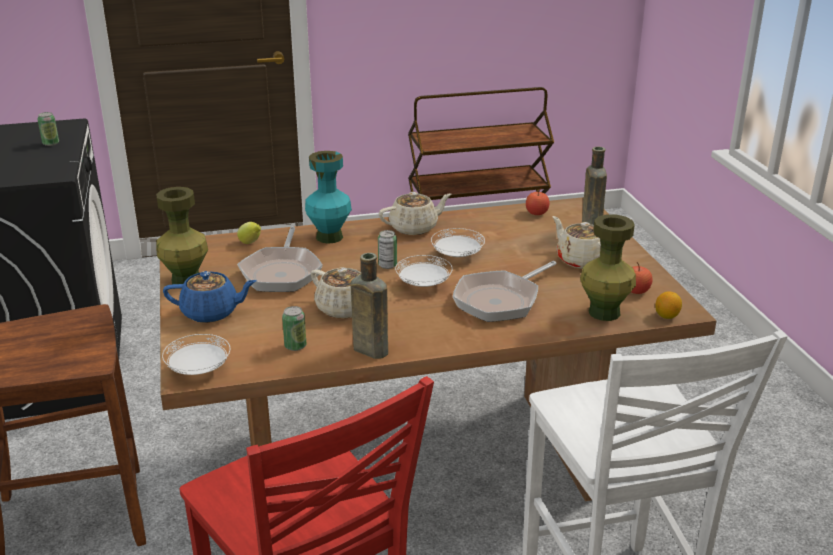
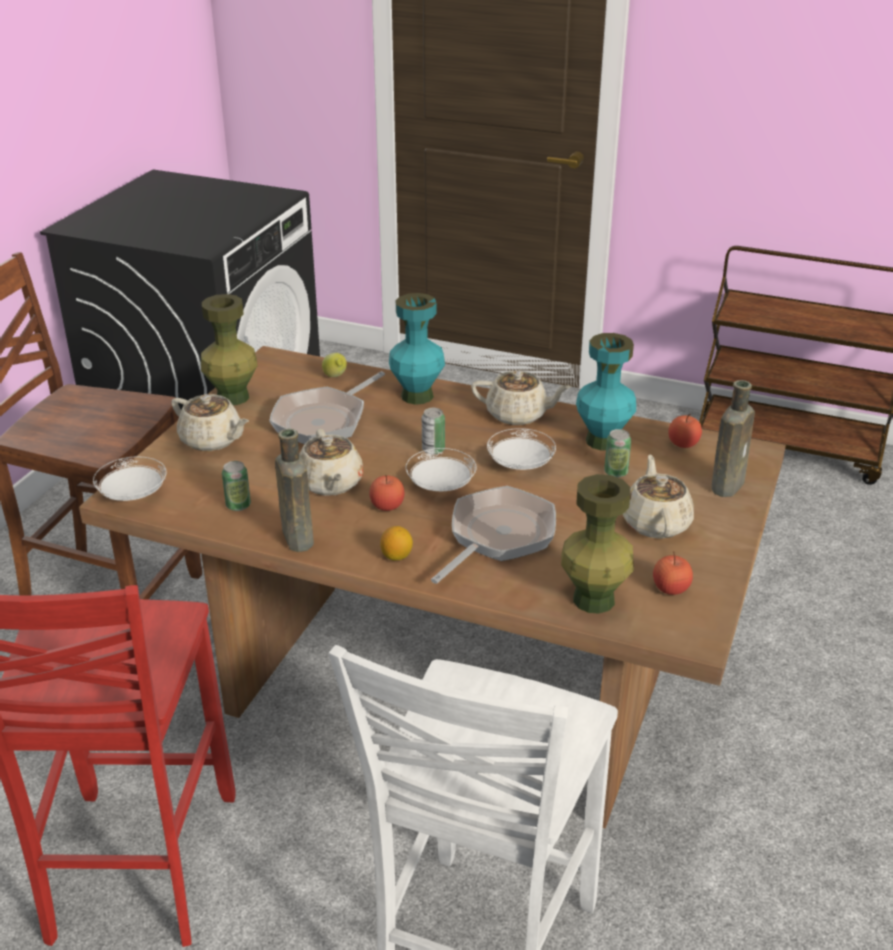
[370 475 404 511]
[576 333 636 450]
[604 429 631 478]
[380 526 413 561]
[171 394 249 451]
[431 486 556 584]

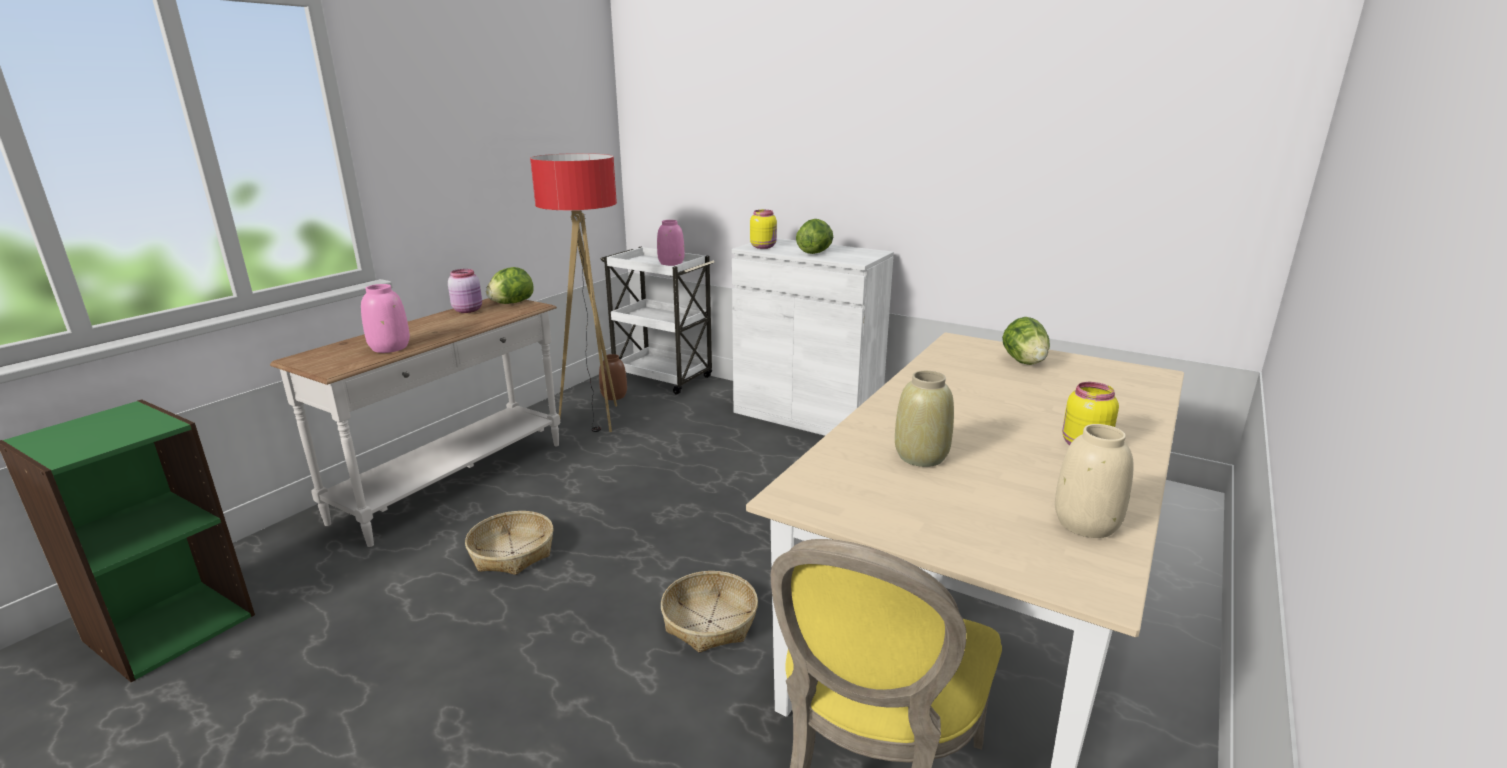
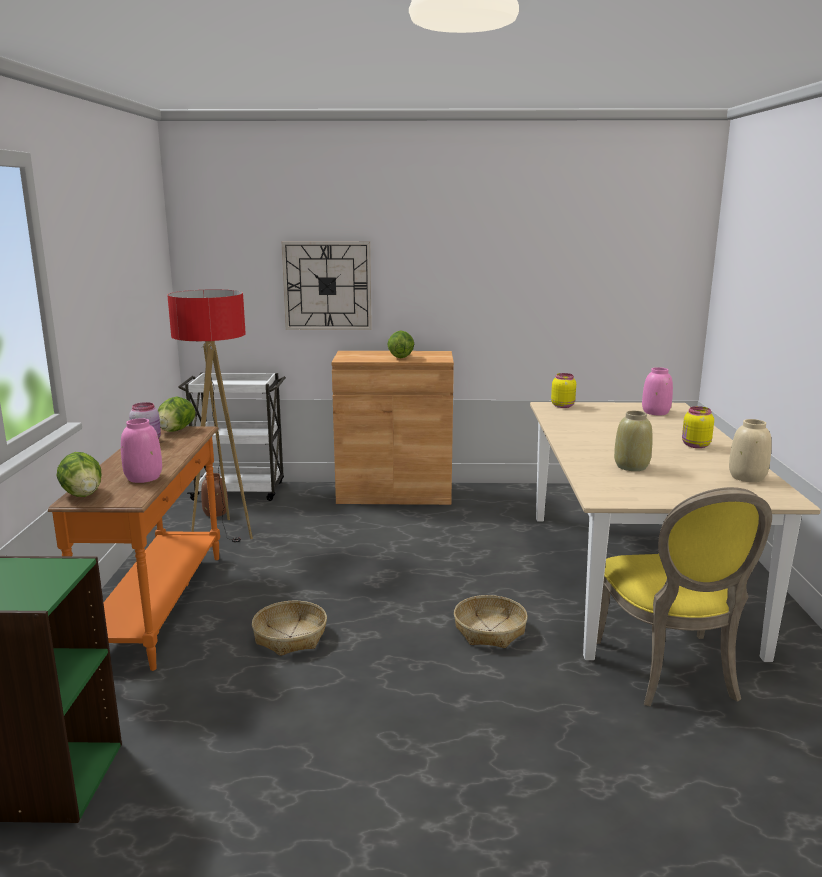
[282 241 372 330]
[642 367 673 415]
[551 373 576 408]
[56 452 102 497]
[48 426 220 671]
[332 351 454 505]

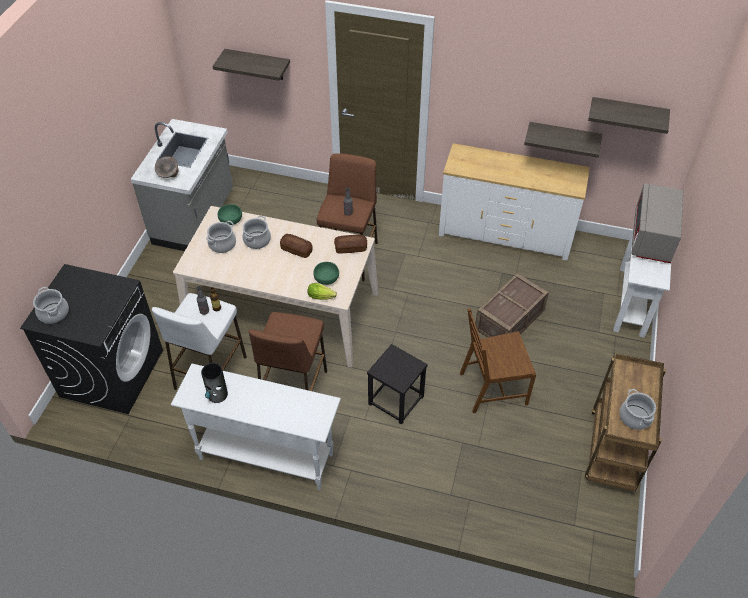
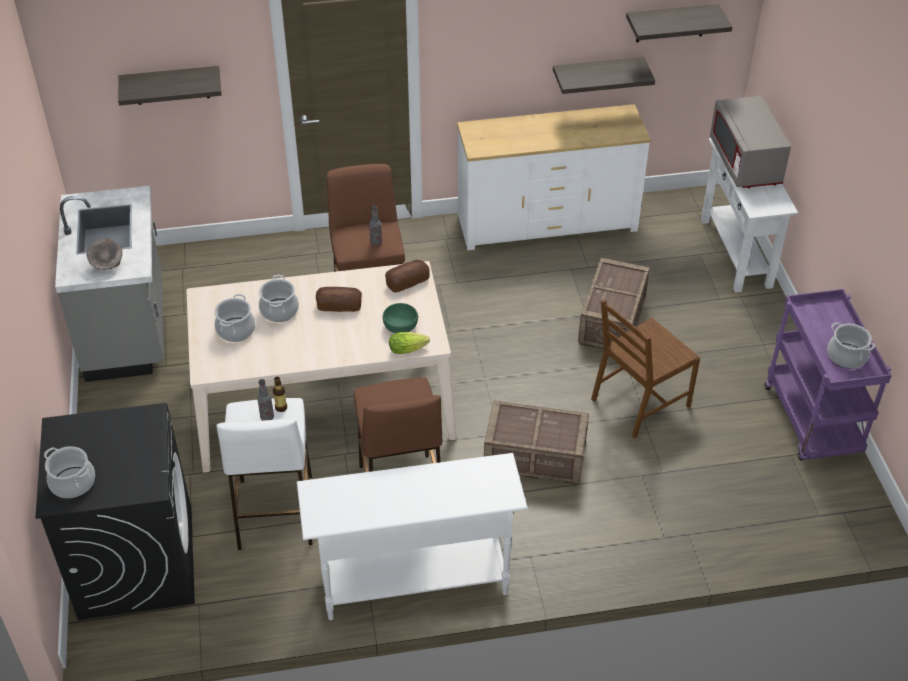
[201 363 228 403] (first image)
[218 204 242 225] (first image)
[484 400 589 485]
[765 289 892 461]

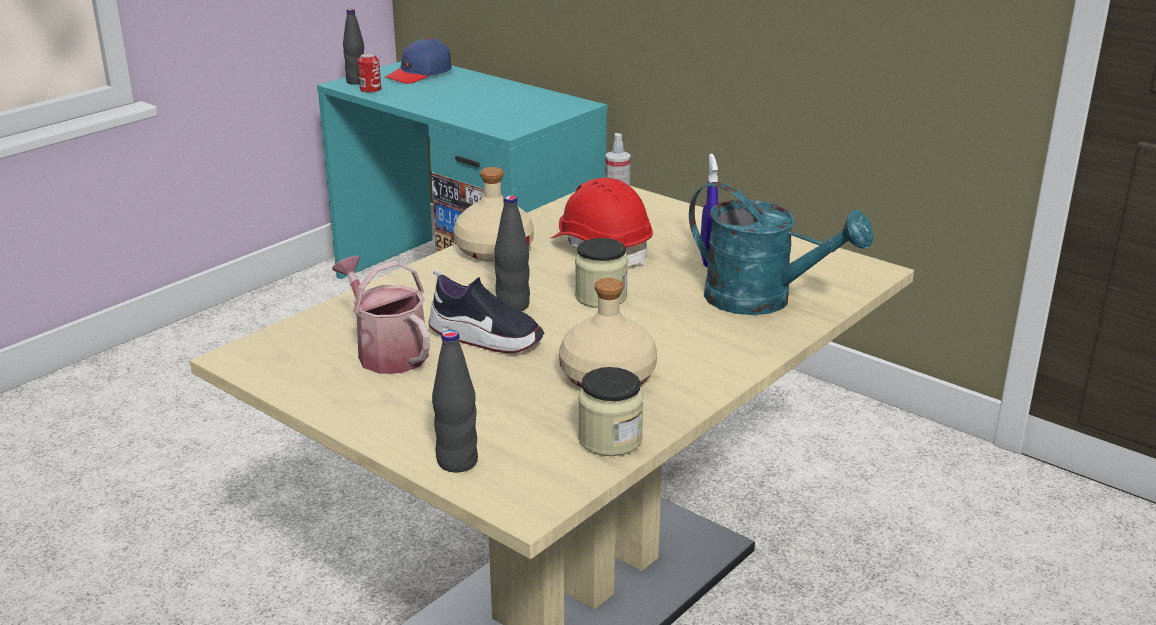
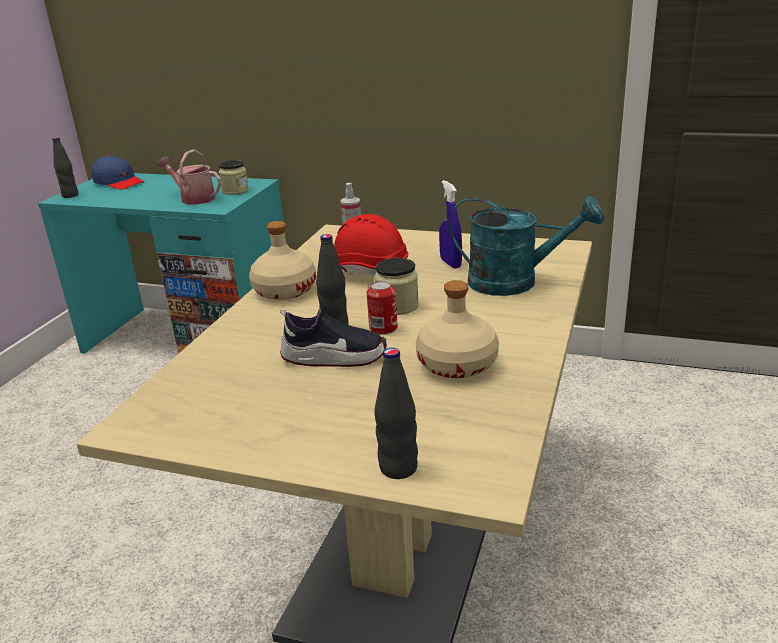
[157 149 221 205]
[367 281 398 335]
[219 160 249 195]
[91 155 144 189]

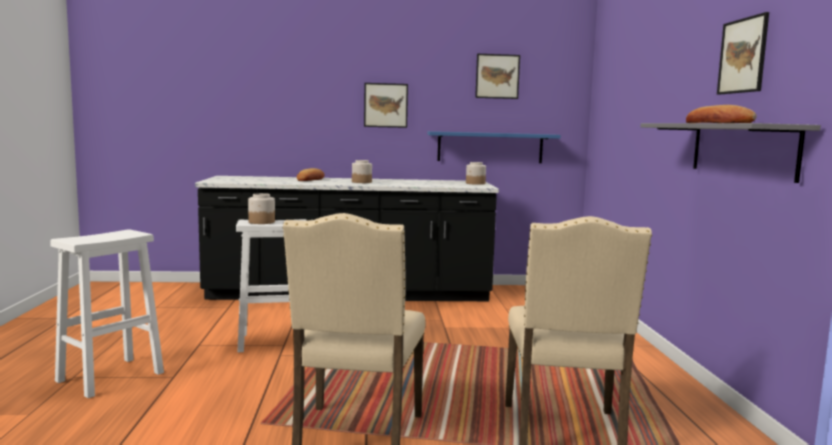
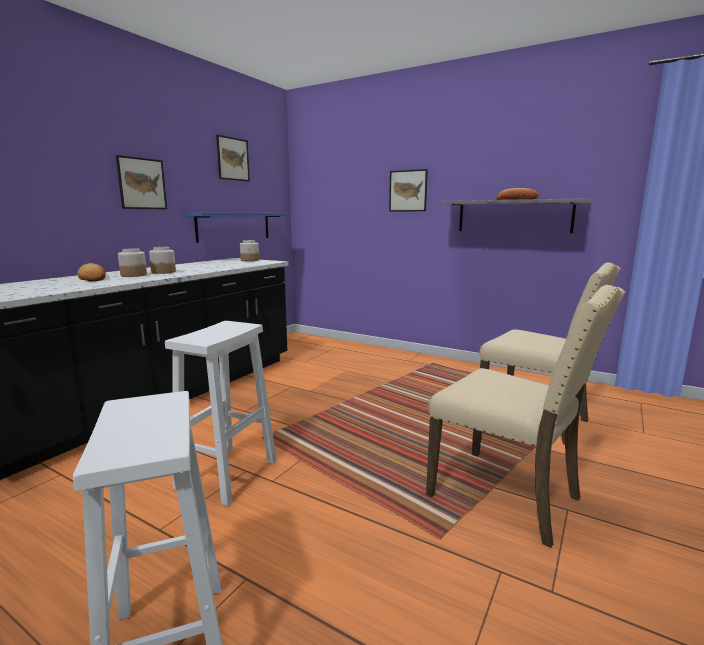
[118 248 147 277]
[389 169 428 211]

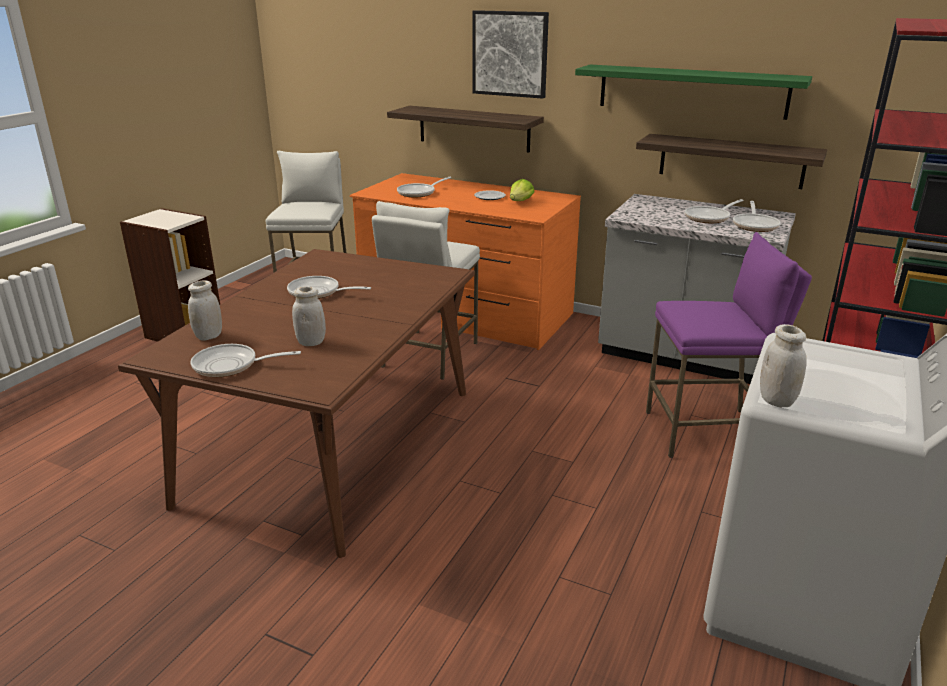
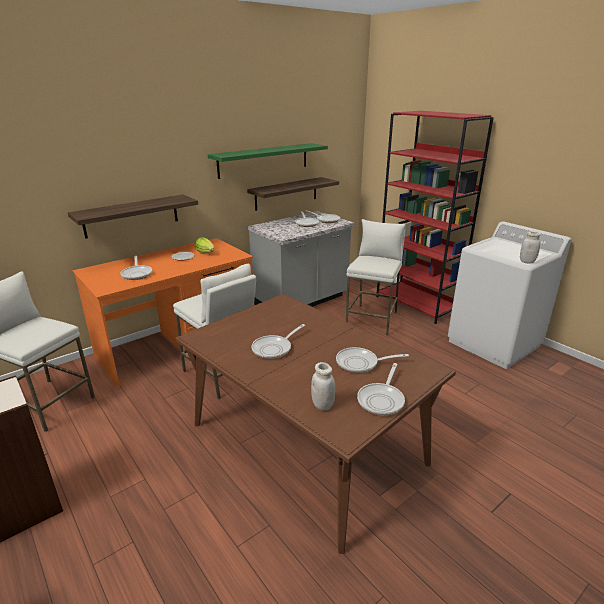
[473 10 549 99] (first image)
[336 347 409 373]
[346 219 405 335]

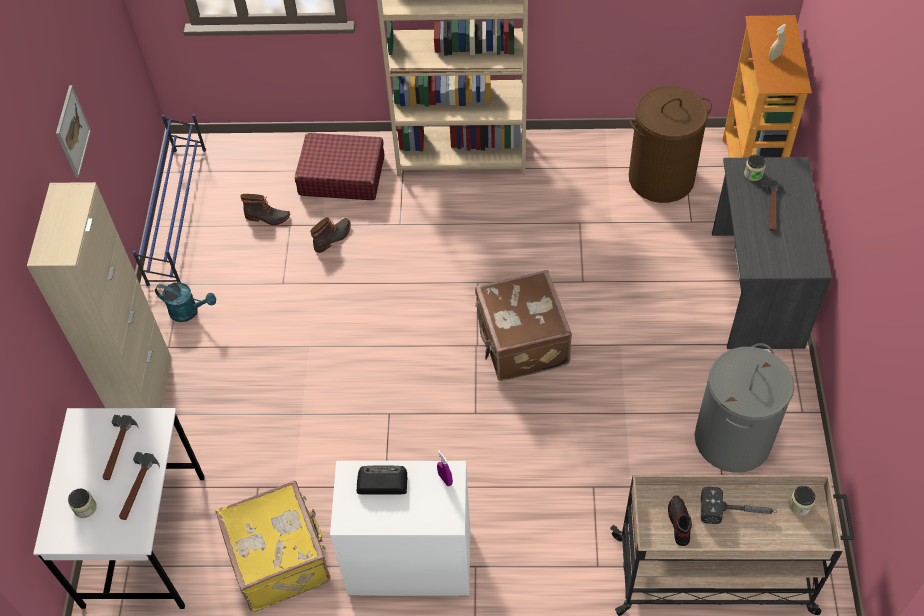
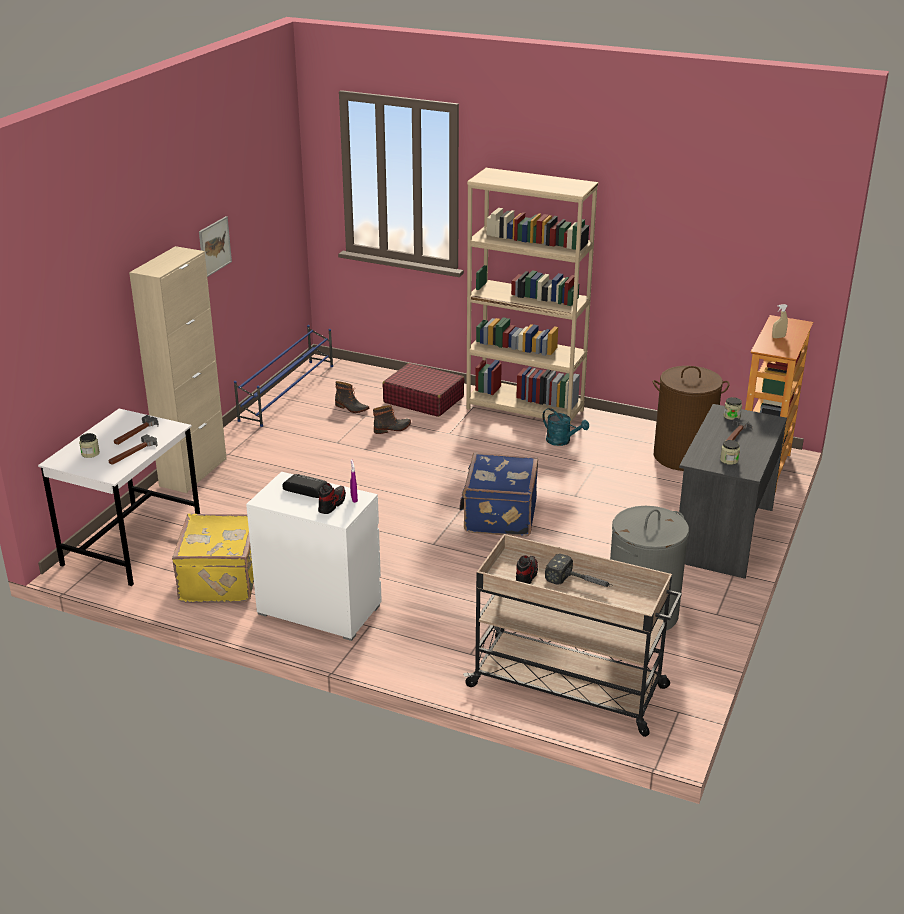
[318 483 346 514]
[542 408 589 446]
[720 440 740 465]
[459 453 538 537]

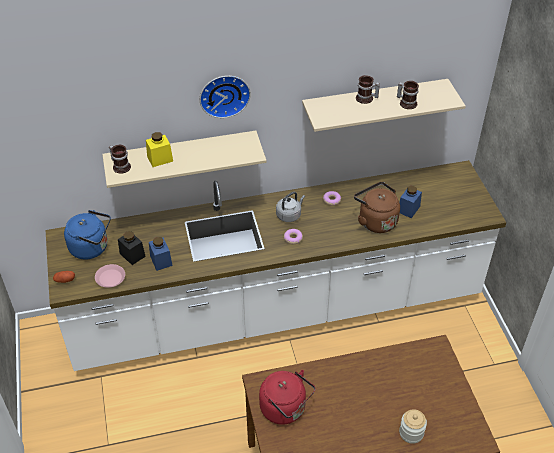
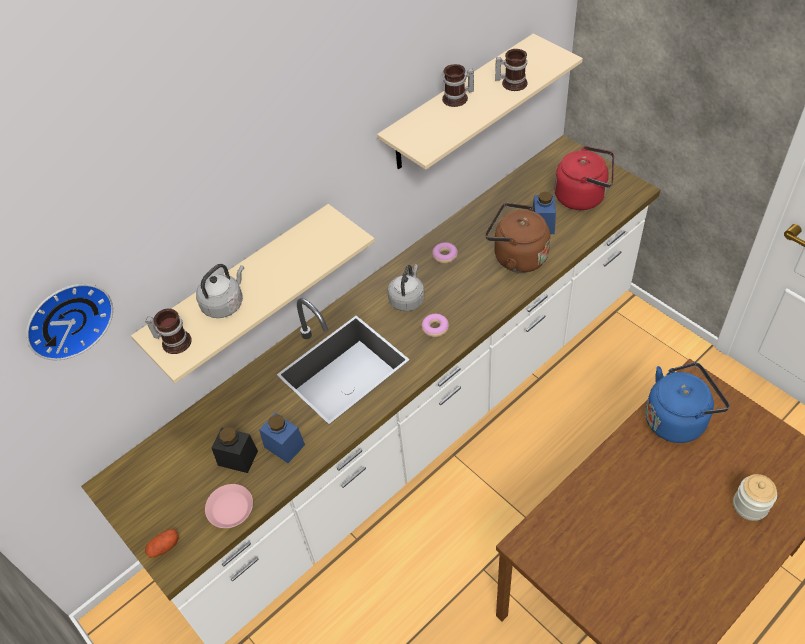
[645 362 729 443]
[26 284 113 360]
[554 146 614 210]
[196 264 244 318]

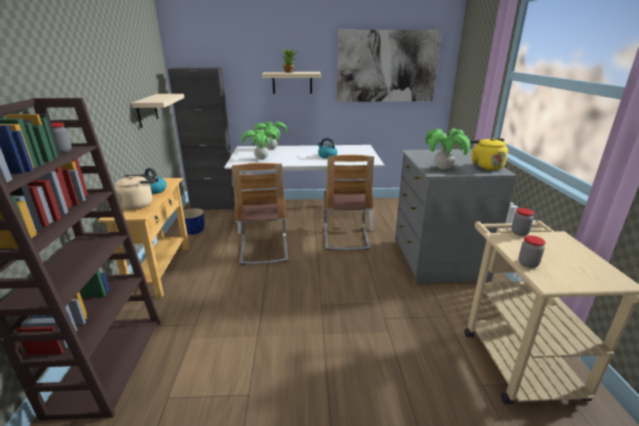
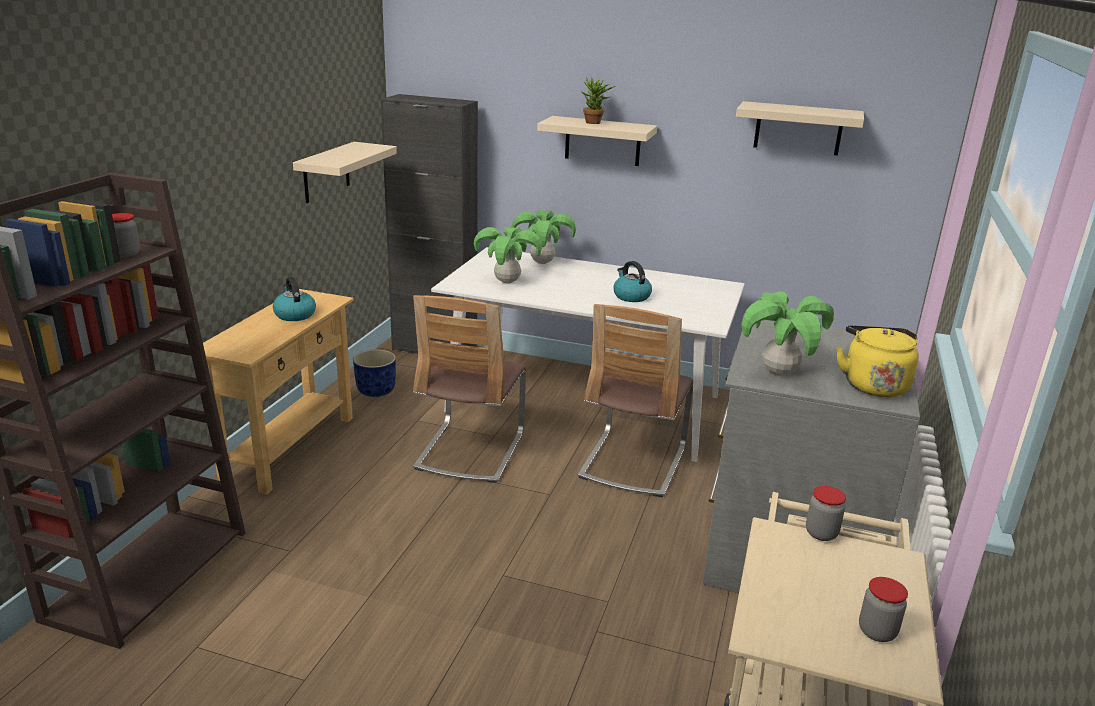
[115 174 156 210] (first image)
[859 577 908 642]
[736 101 864 155]

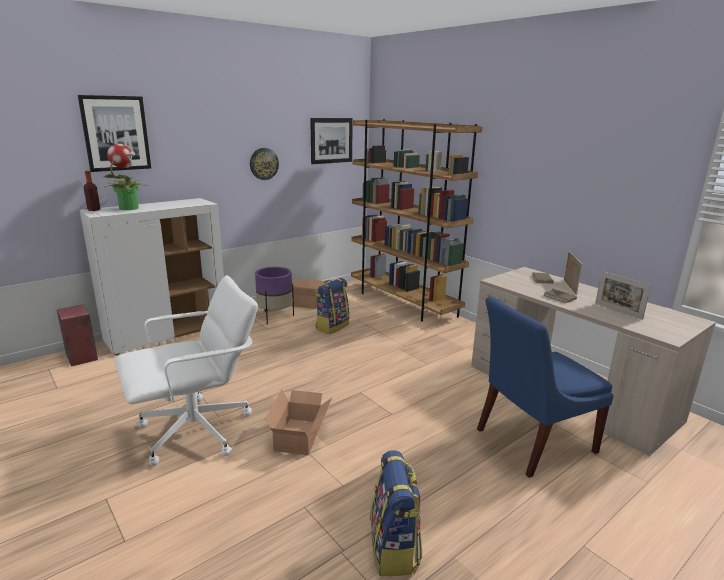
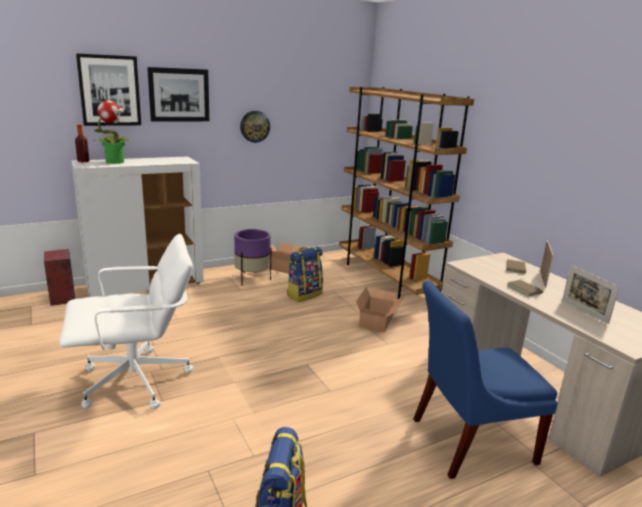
[356 286 404 332]
[147 67 209 122]

